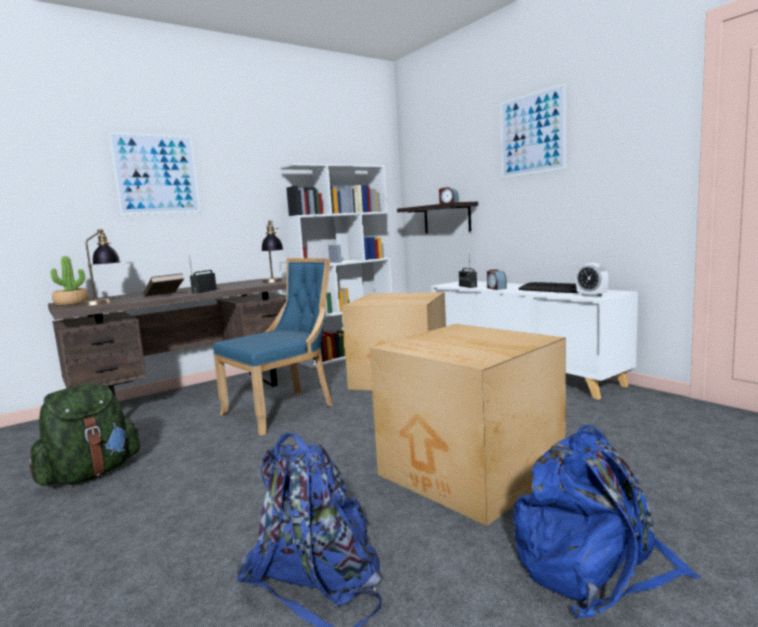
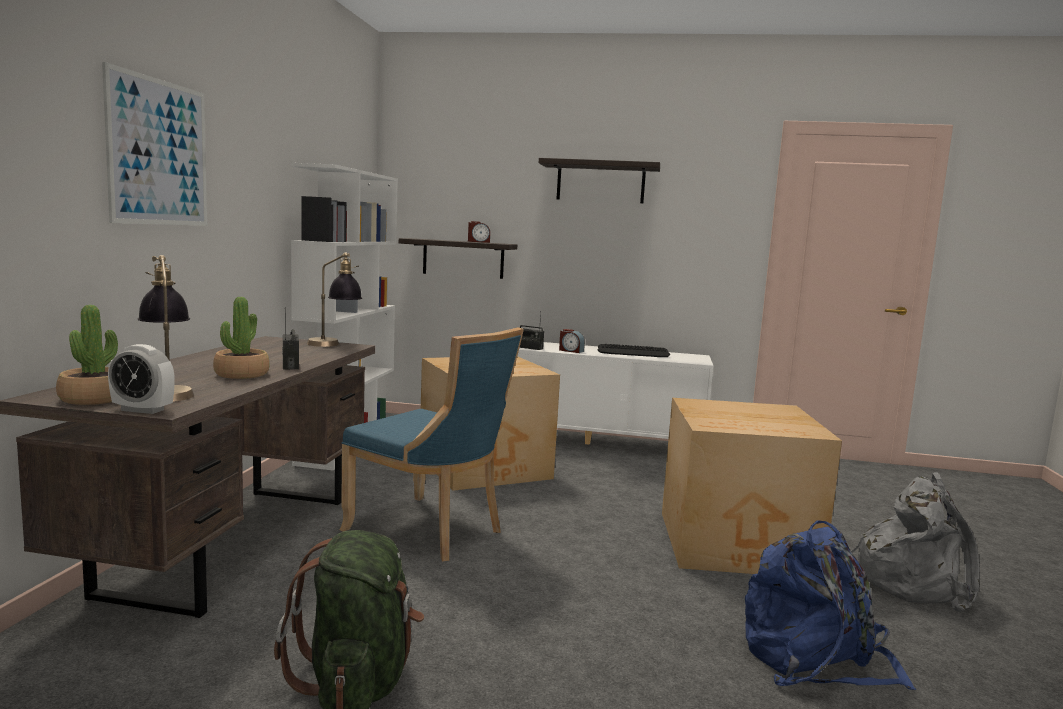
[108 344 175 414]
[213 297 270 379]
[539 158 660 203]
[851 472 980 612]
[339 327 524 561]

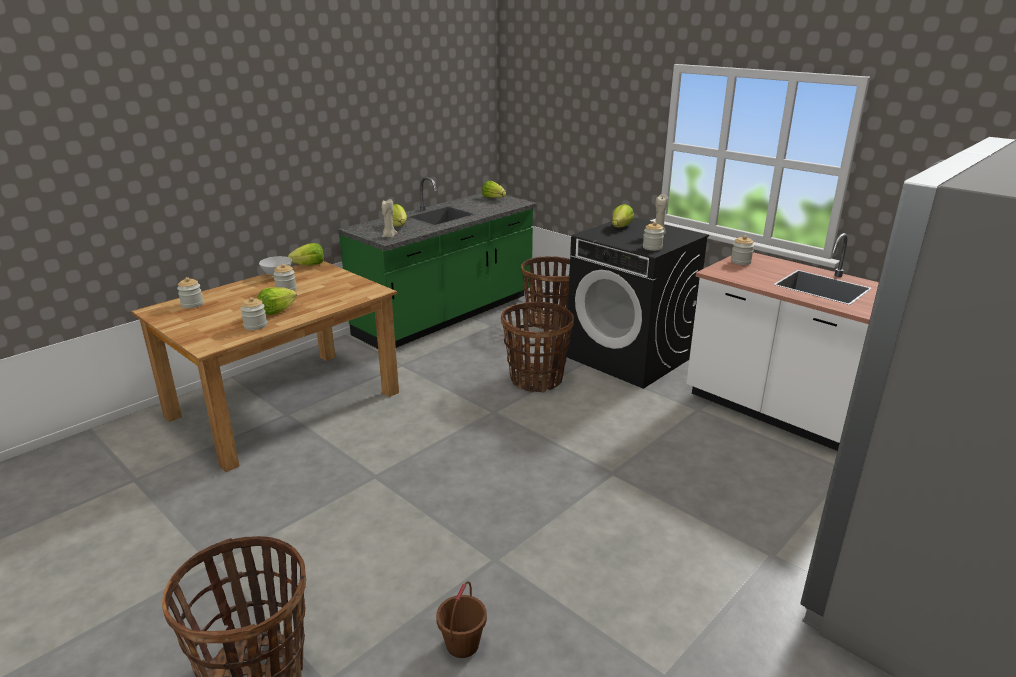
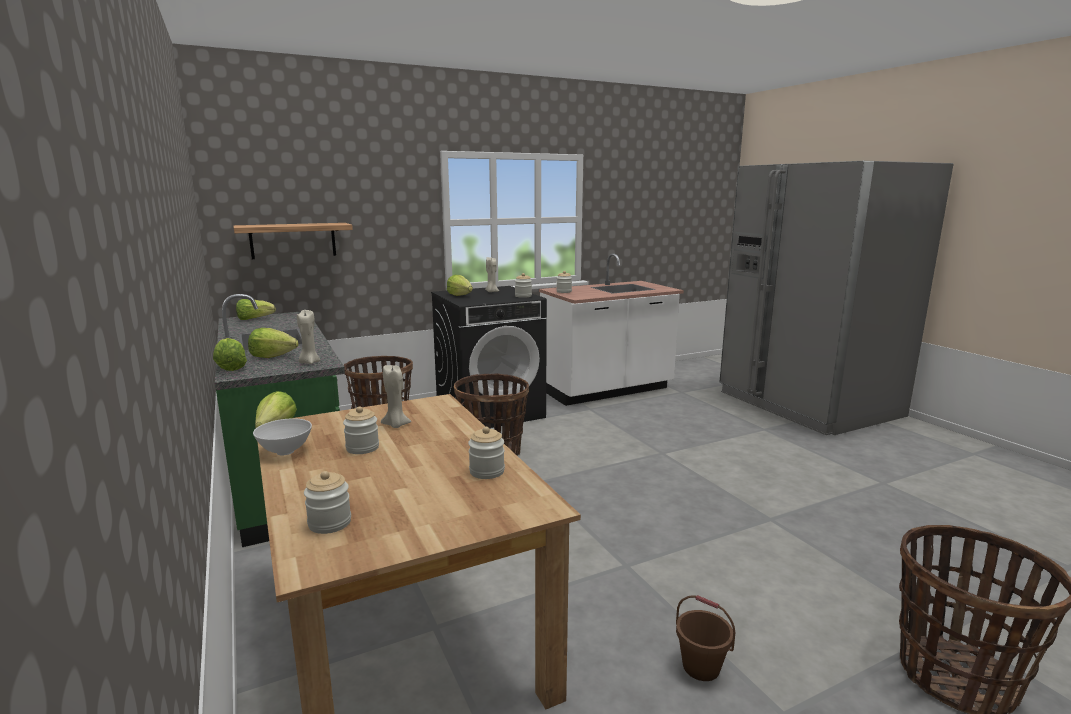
[233 223 353 259]
[381 365 411 428]
[213 338 247 371]
[676 595 735 681]

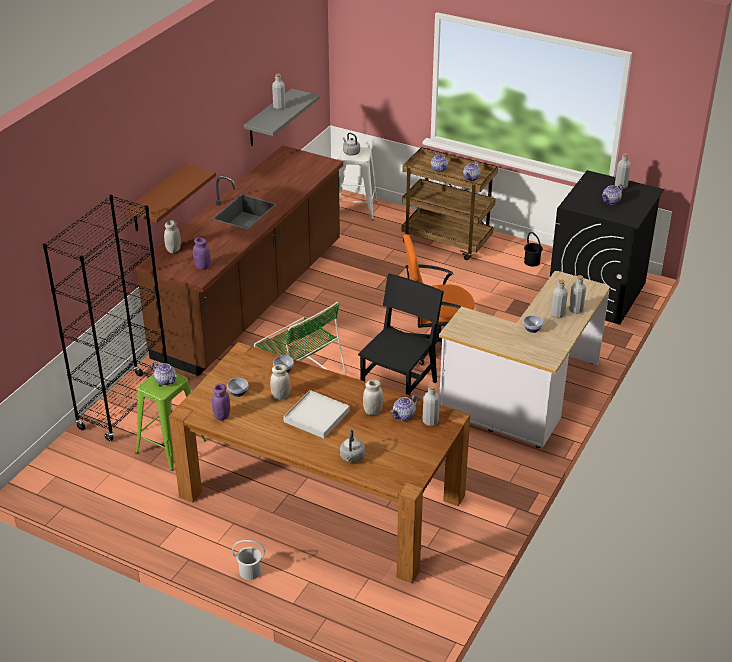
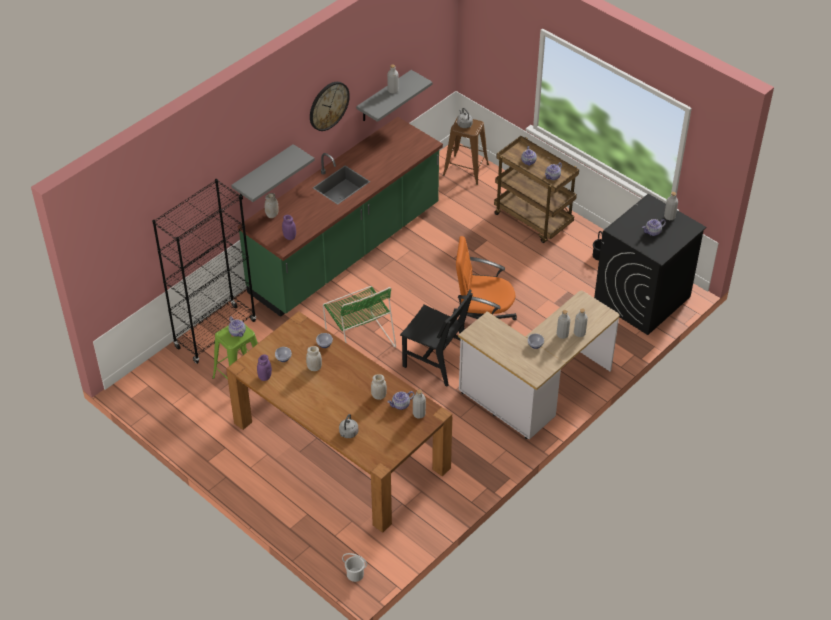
[283 390 350 438] (first image)
[310 82 350 131]
[342 553 367 582]
[231 144 315 202]
[238 117 443 317]
[443 117 489 185]
[400 289 473 387]

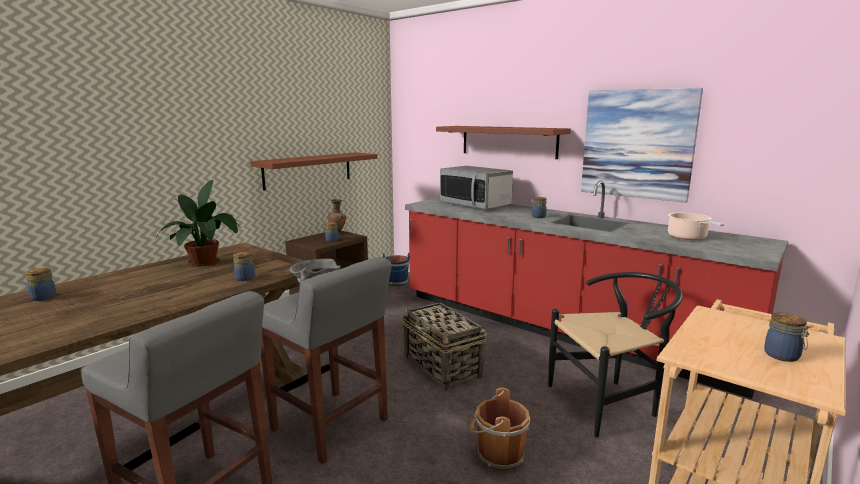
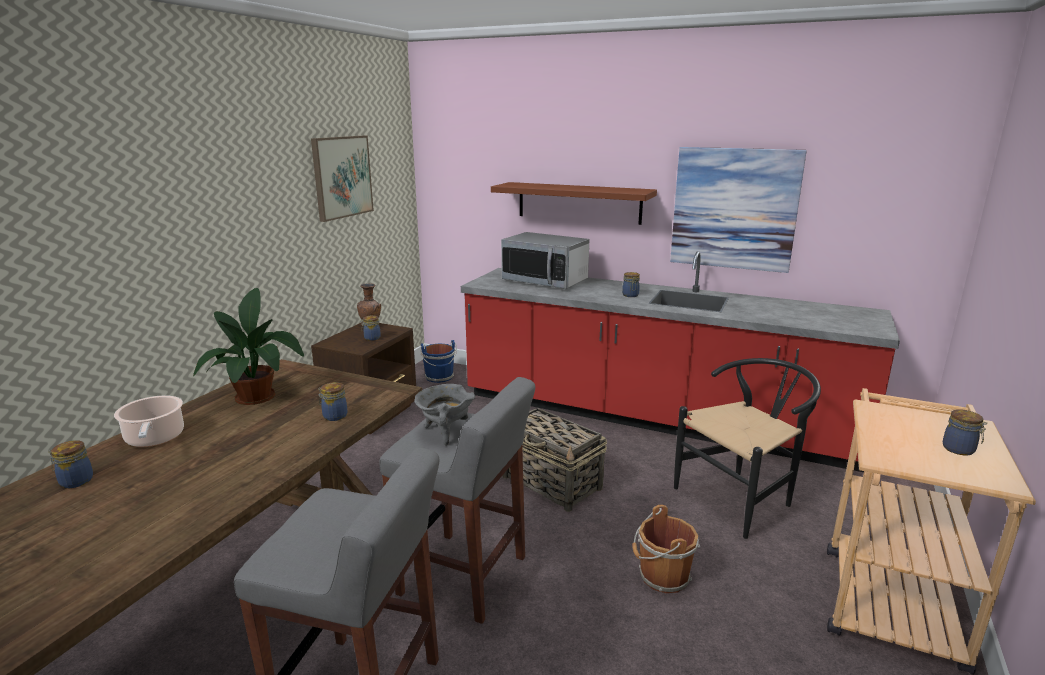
[250 152 378 191] (first image)
[311 136 374 222]
[114 396 184 447]

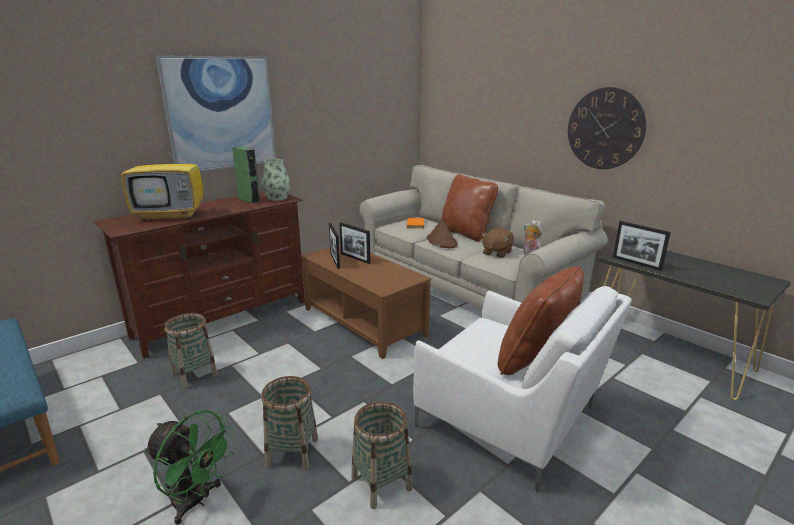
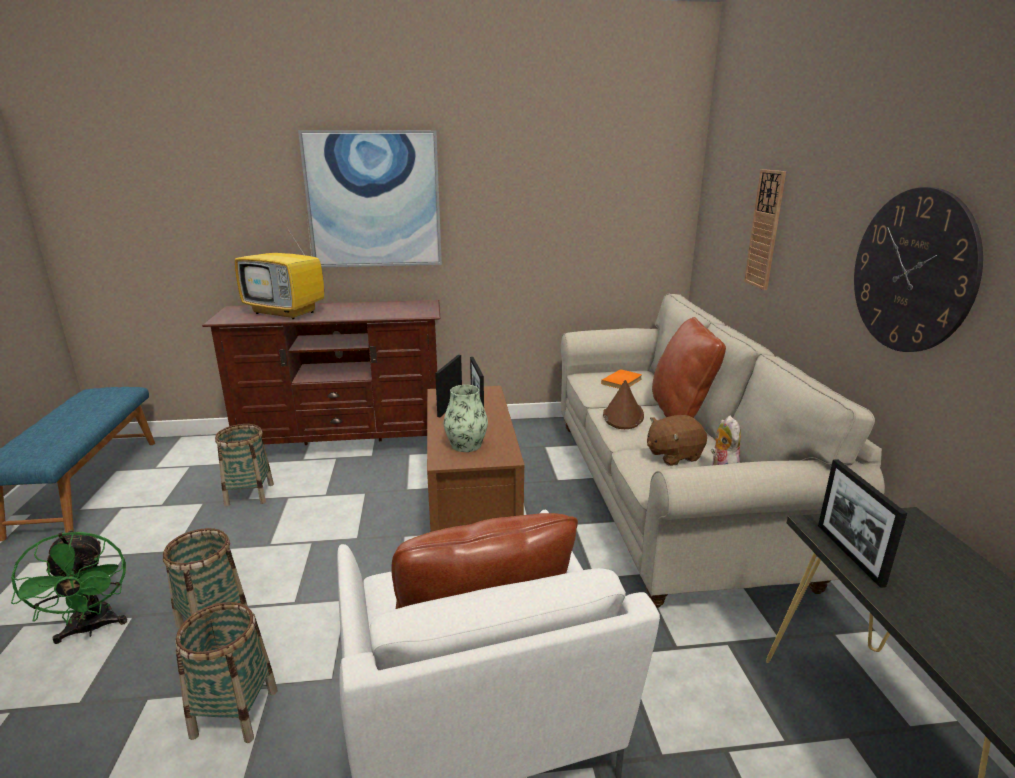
[232 147 260 204] (first image)
[744 169 786 290]
[444 385 488 452]

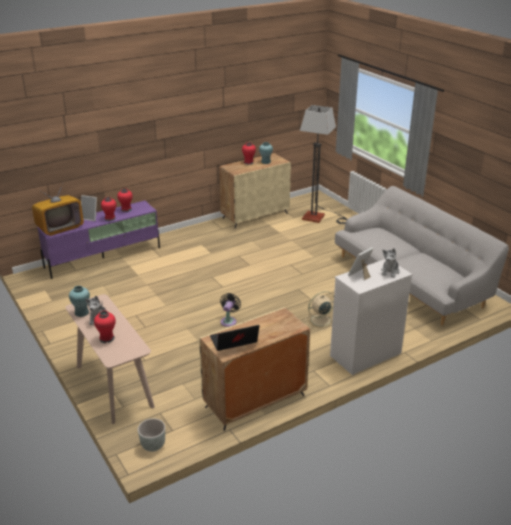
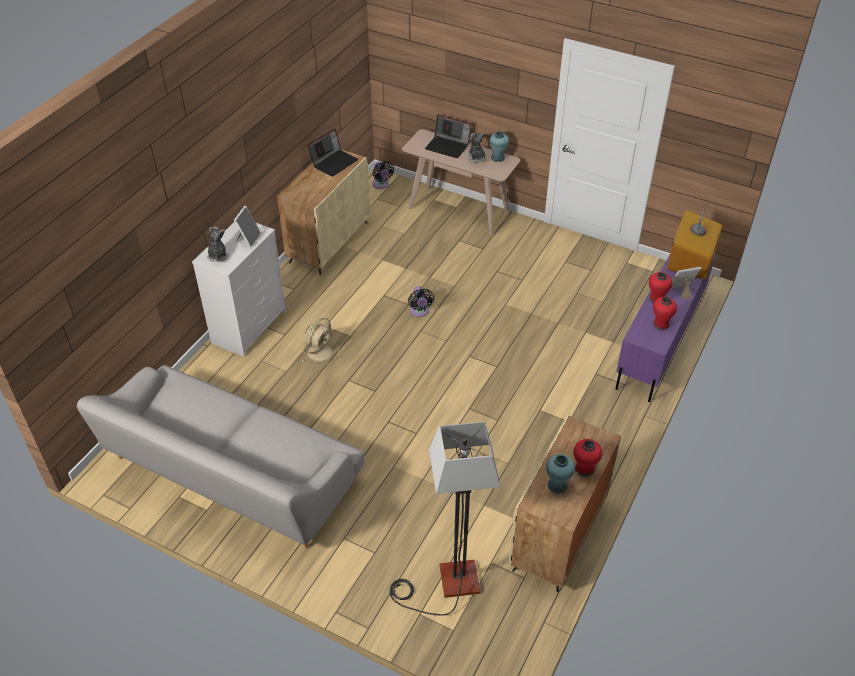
[425 115 471 158]
[372 161 394 189]

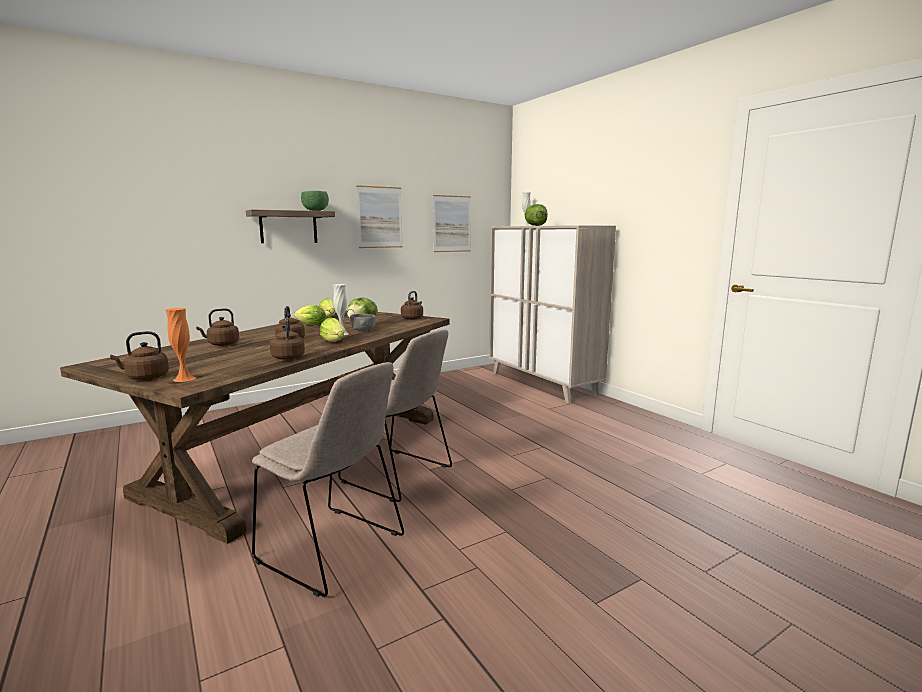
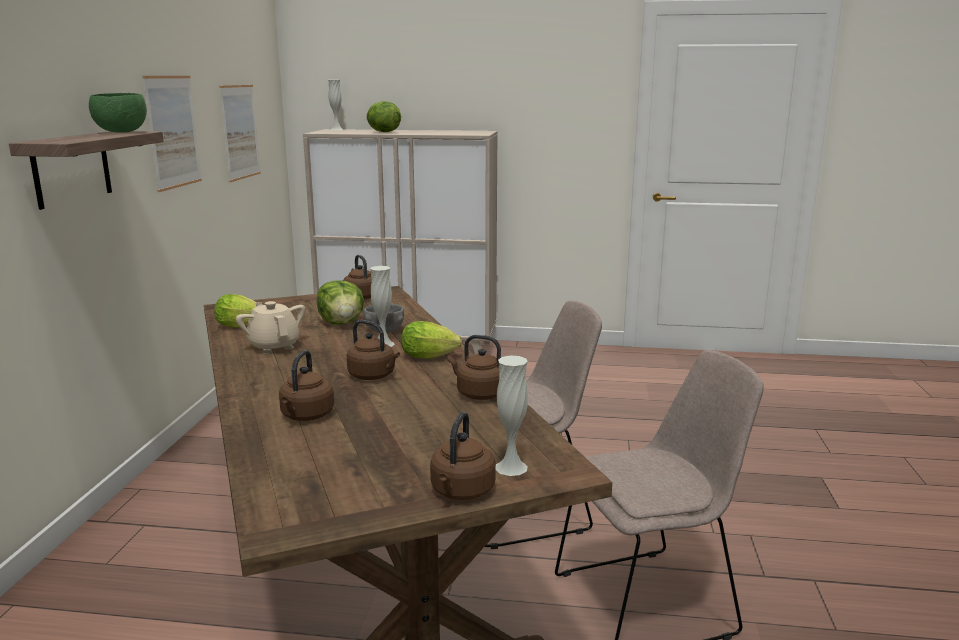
[236 301 305 354]
[496 355 528 476]

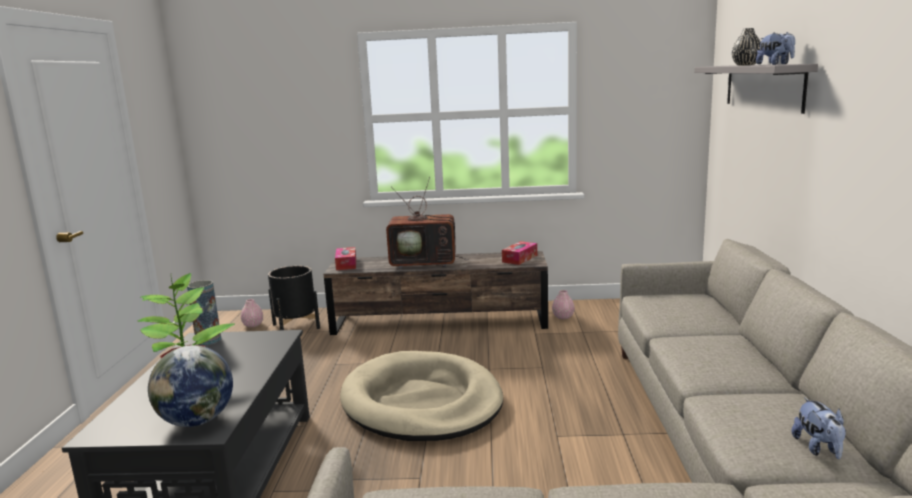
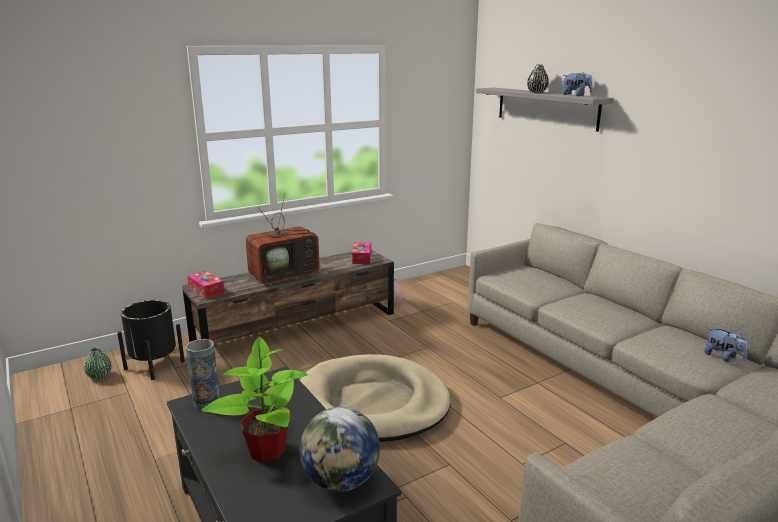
[84 347 111 380]

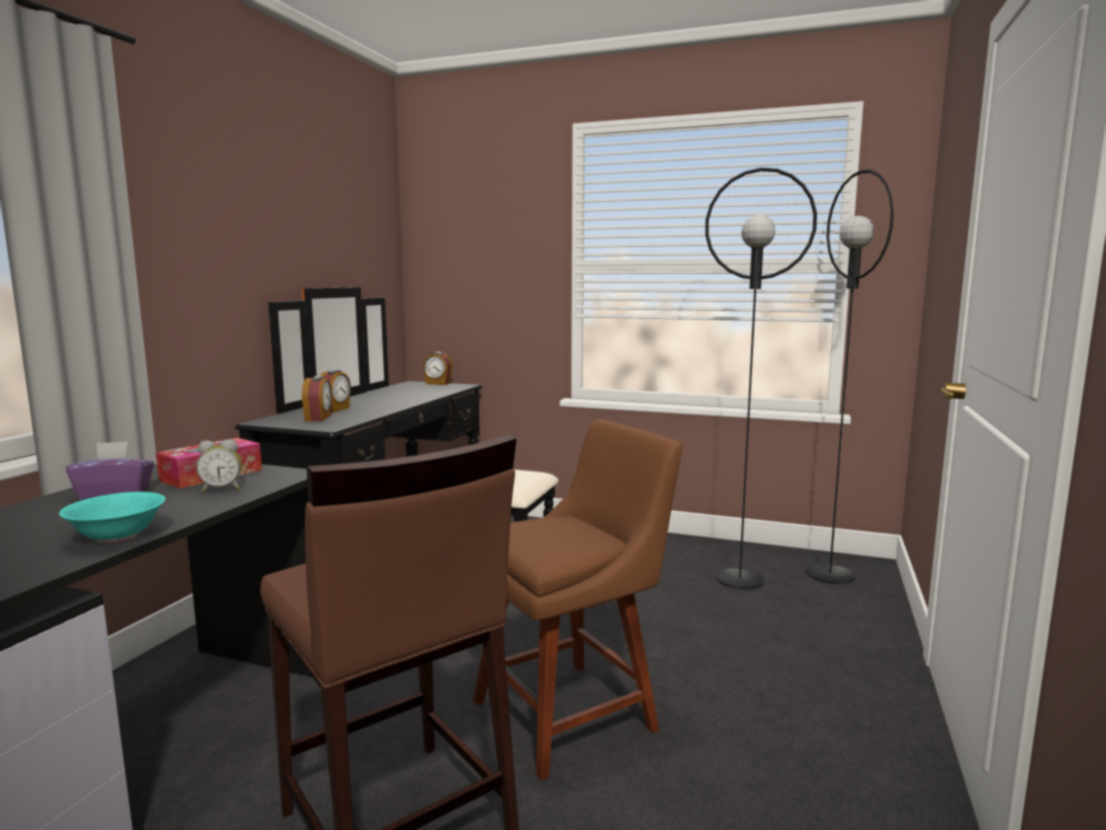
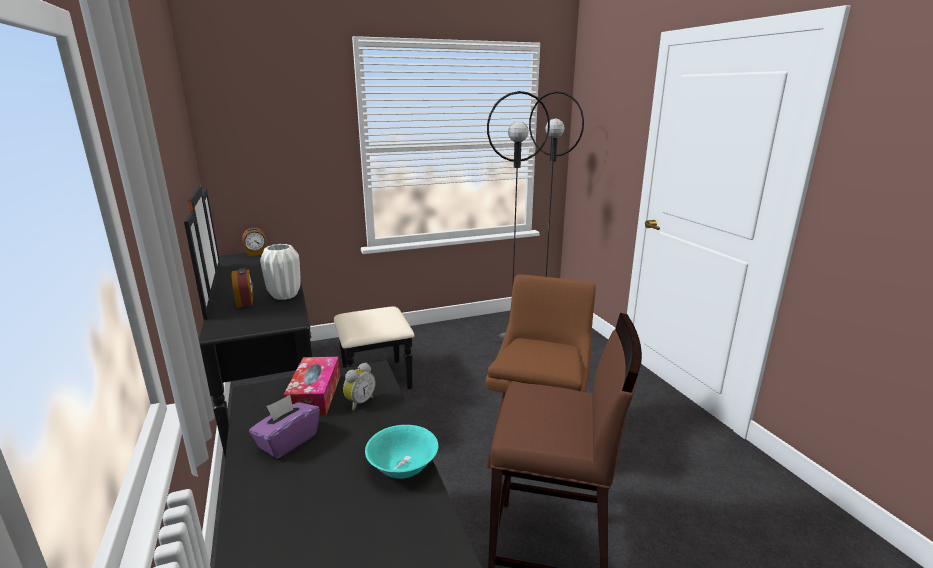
[302 376 332 421] (first image)
[260 244 301 300]

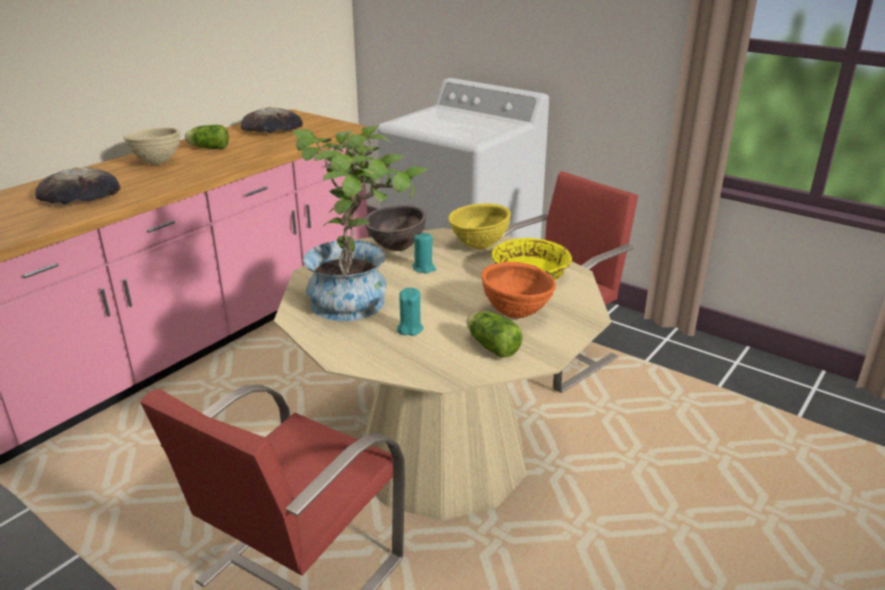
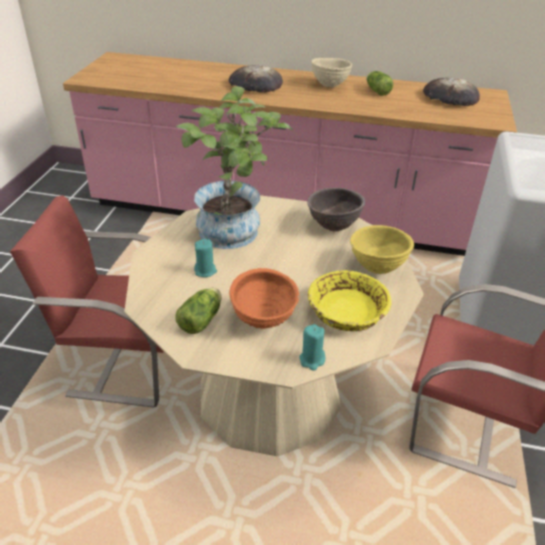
[299 324 326 371]

